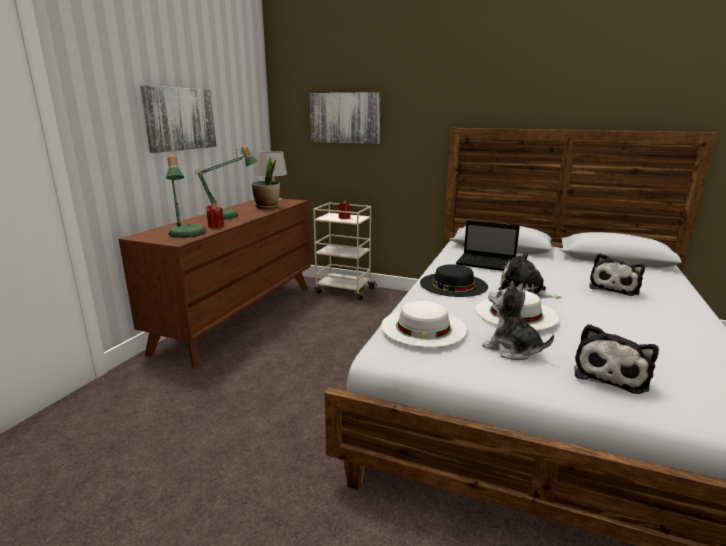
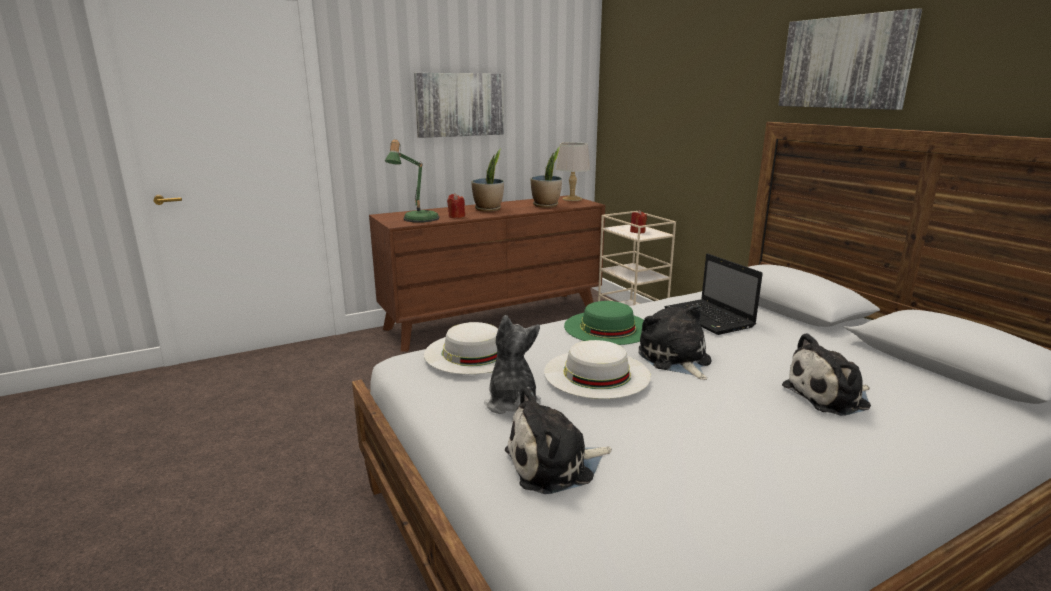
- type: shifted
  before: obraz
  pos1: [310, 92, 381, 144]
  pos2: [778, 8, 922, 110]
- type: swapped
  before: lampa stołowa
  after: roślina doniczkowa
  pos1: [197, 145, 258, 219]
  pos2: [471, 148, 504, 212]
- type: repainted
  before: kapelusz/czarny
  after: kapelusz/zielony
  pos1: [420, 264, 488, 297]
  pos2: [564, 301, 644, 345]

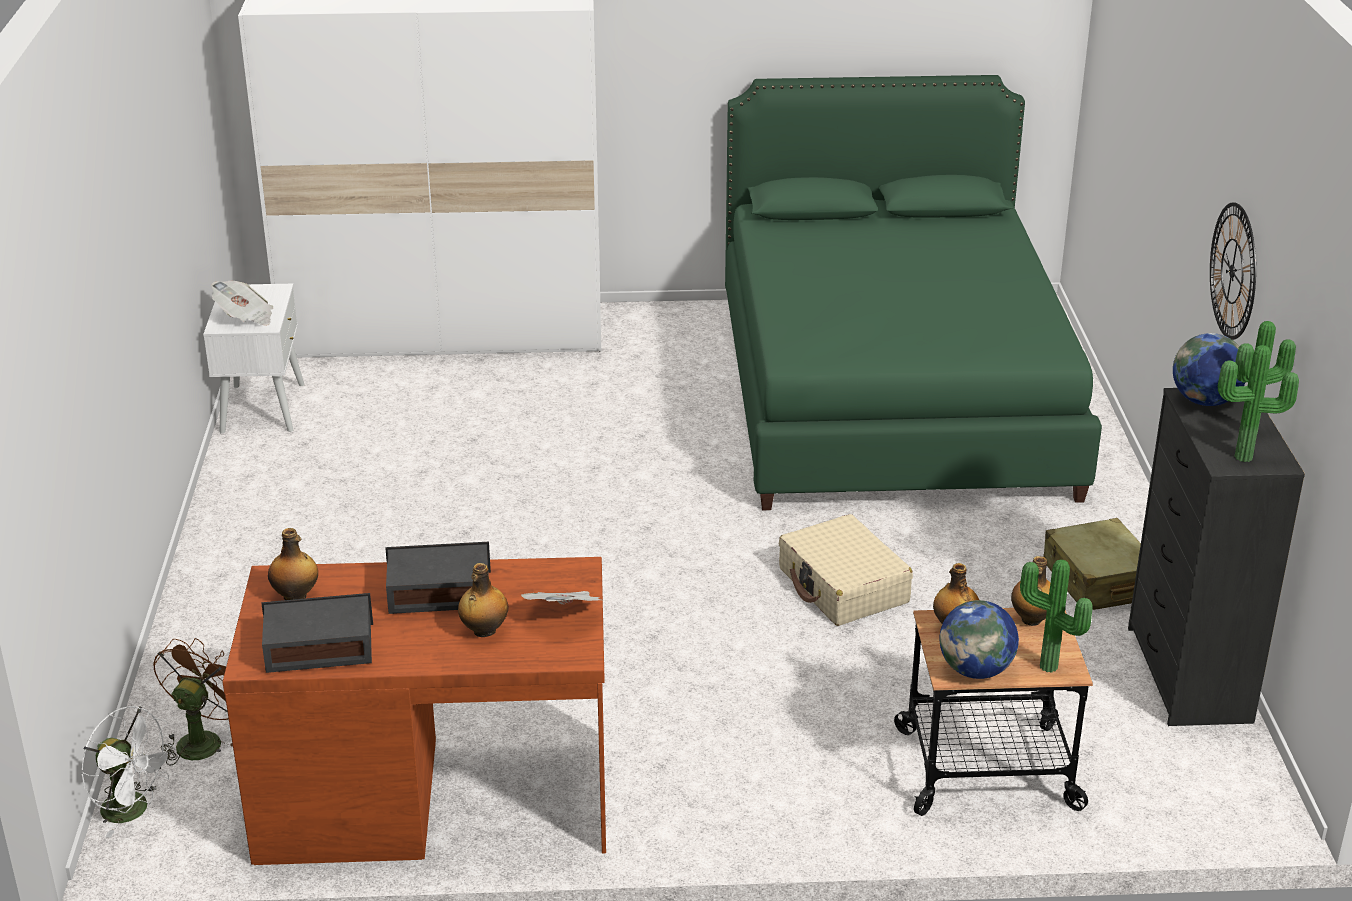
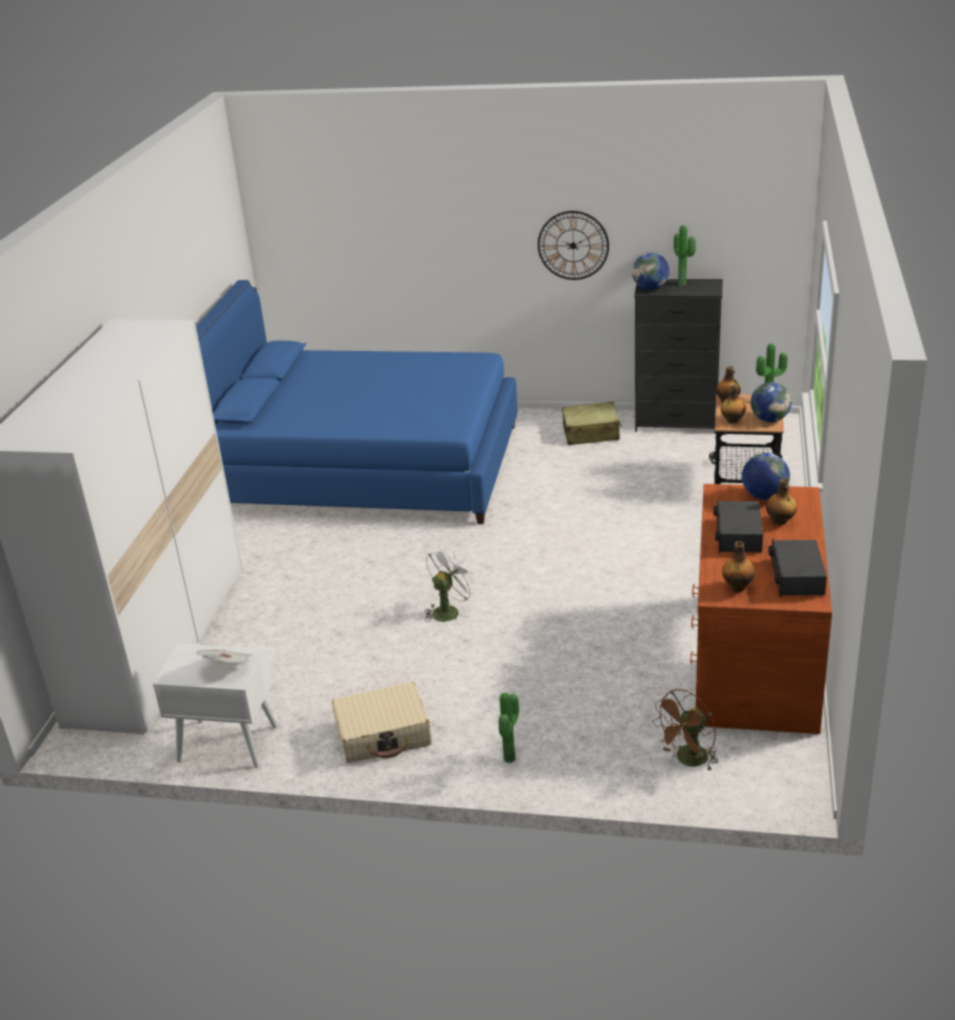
- type: shifted
  before: wentylator/biały
  pos1: [81, 706, 176, 838]
  pos2: [425, 547, 477, 622]
- type: shifted
  before: walizka/beżowy
  pos1: [779, 514, 913, 626]
  pos2: [332, 682, 432, 763]
- type: shifted
  before: roślina doniczkowa
  pos1: [1218, 345, 1299, 462]
  pos2: [499, 692, 519, 763]
- type: swapped
  before: gazeta
  after: globus
  pos1: [521, 591, 601, 605]
  pos2: [742, 453, 790, 500]
- type: repainted
  before: łóżko/zielony
  after: łóżko/niebieski
  pos1: [725, 75, 1102, 510]
  pos2: [196, 280, 518, 524]
- type: rotated
  before: wentylator/brązowy
  pos1: [153, 638, 233, 766]
  pos2: [652, 689, 718, 770]
  turn: -75

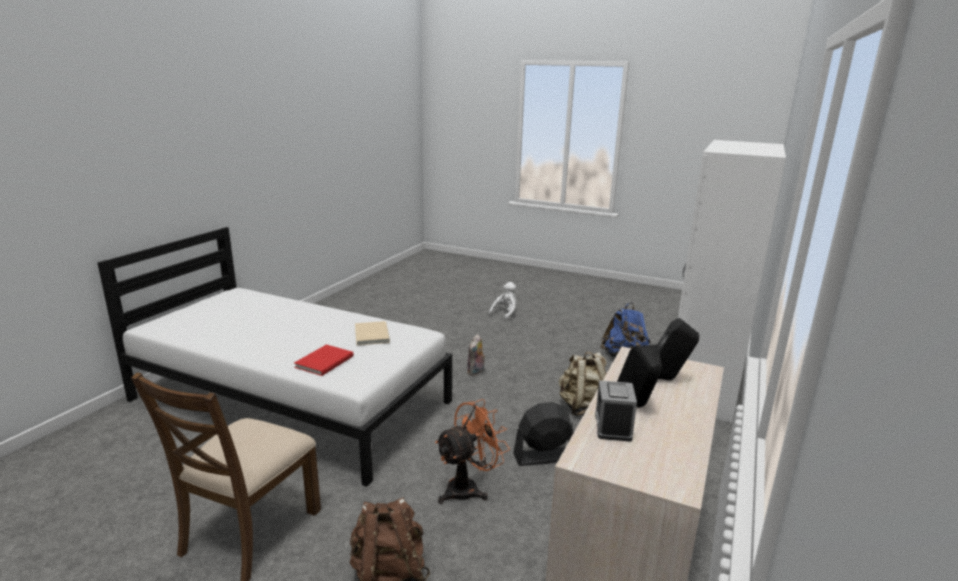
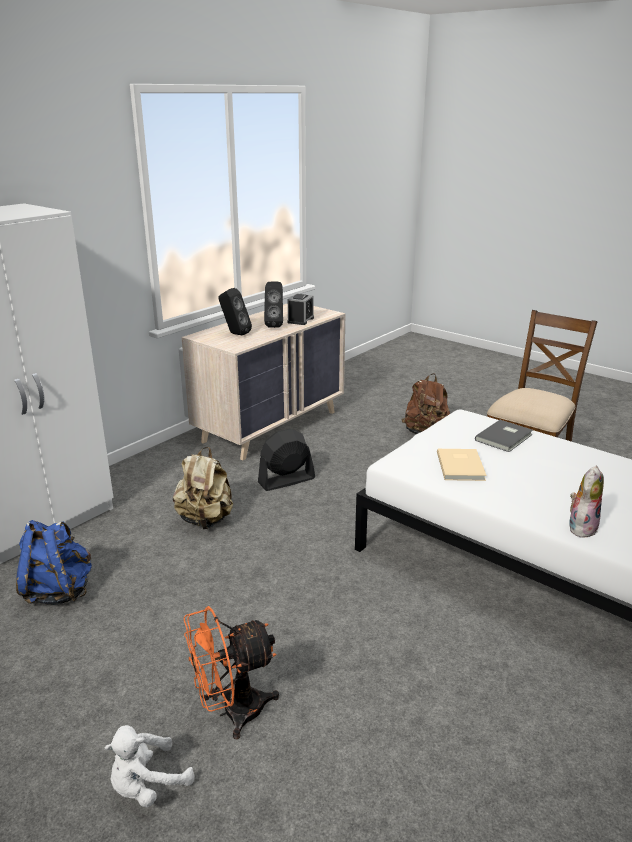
- type: shifted
  before: wentylator/pomarańczowy
  pos1: [435, 399, 510, 504]
  pos2: [184, 606, 279, 740]
- type: shifted
  before: pluszak
  pos1: [467, 334, 485, 376]
  pos2: [569, 466, 604, 538]
- type: repainted
  before: książka/czerwony
  after: książka/szary
  pos1: [294, 344, 354, 376]
  pos2: [475, 420, 533, 452]
- type: rotated
  before: wentylator/czarny
  pos1: [513, 402, 574, 466]
  pos2: [258, 429, 315, 491]
  turn: 150

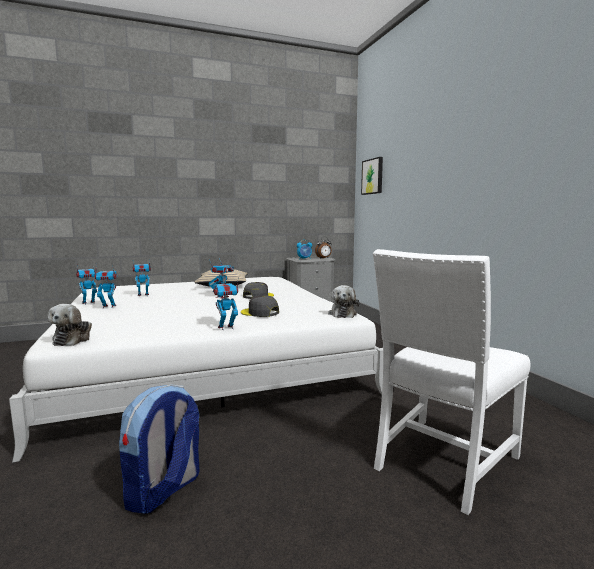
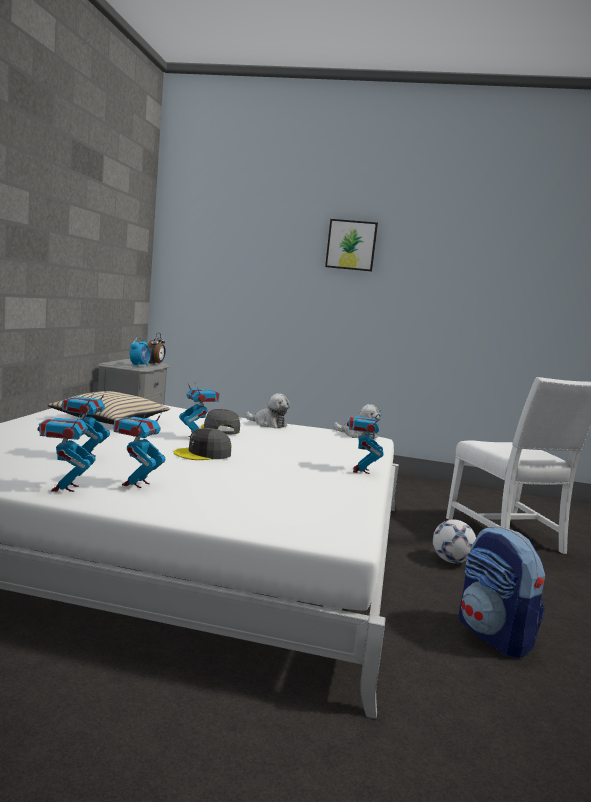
- type: new
  after: piłka futbolowa
  pos2: [433, 519, 476, 563]
- type: shifted
  before: pluszak
  pos1: [48, 304, 92, 346]
  pos2: [246, 393, 290, 428]
- type: shifted
  before: czapka z daszkiem/szary
  pos1: [241, 295, 279, 317]
  pos2: [174, 428, 231, 460]
- type: shifted
  before: obraz
  pos1: [361, 157, 383, 195]
  pos2: [325, 219, 378, 271]

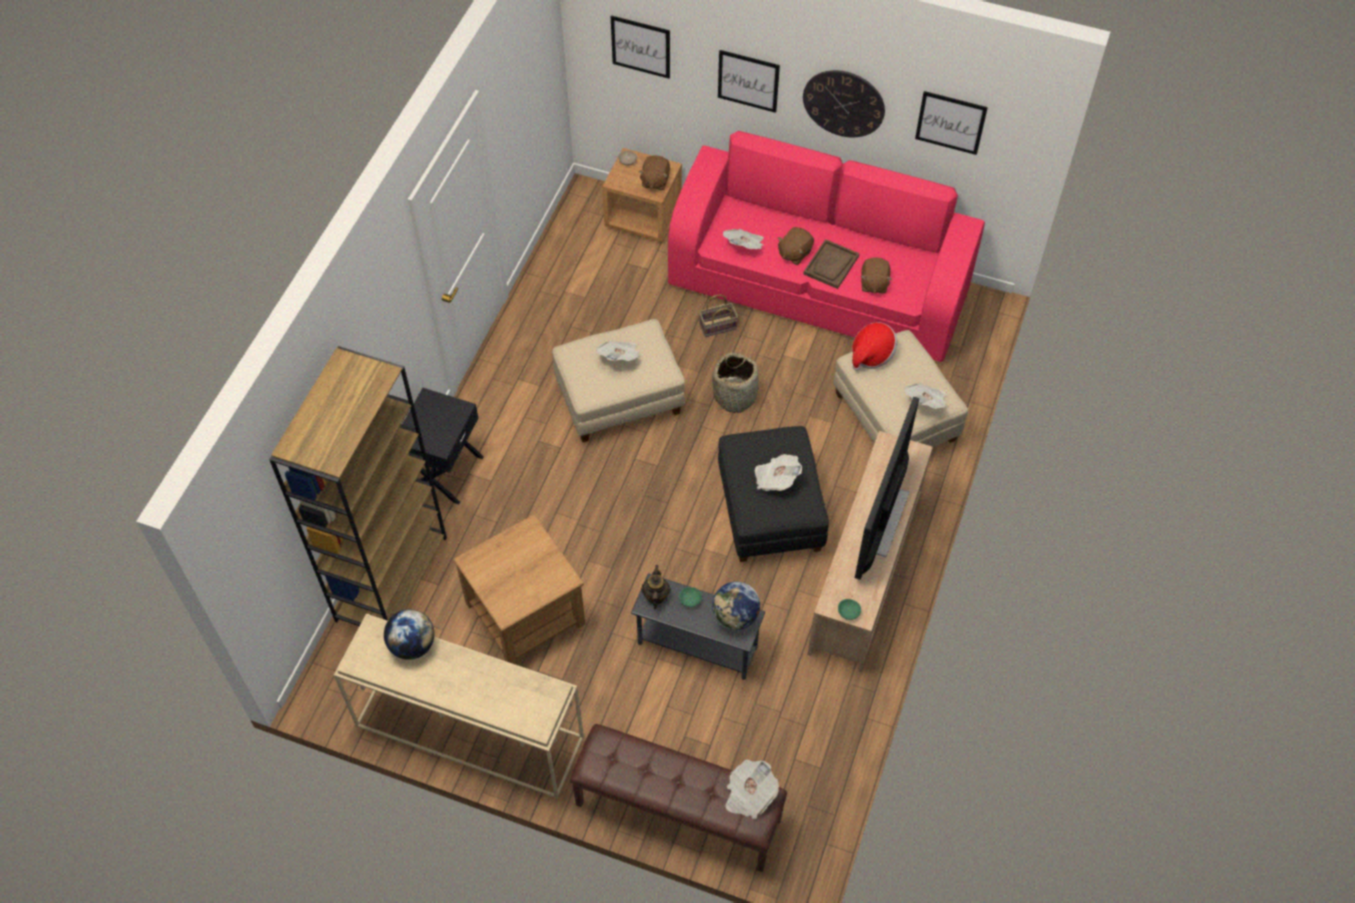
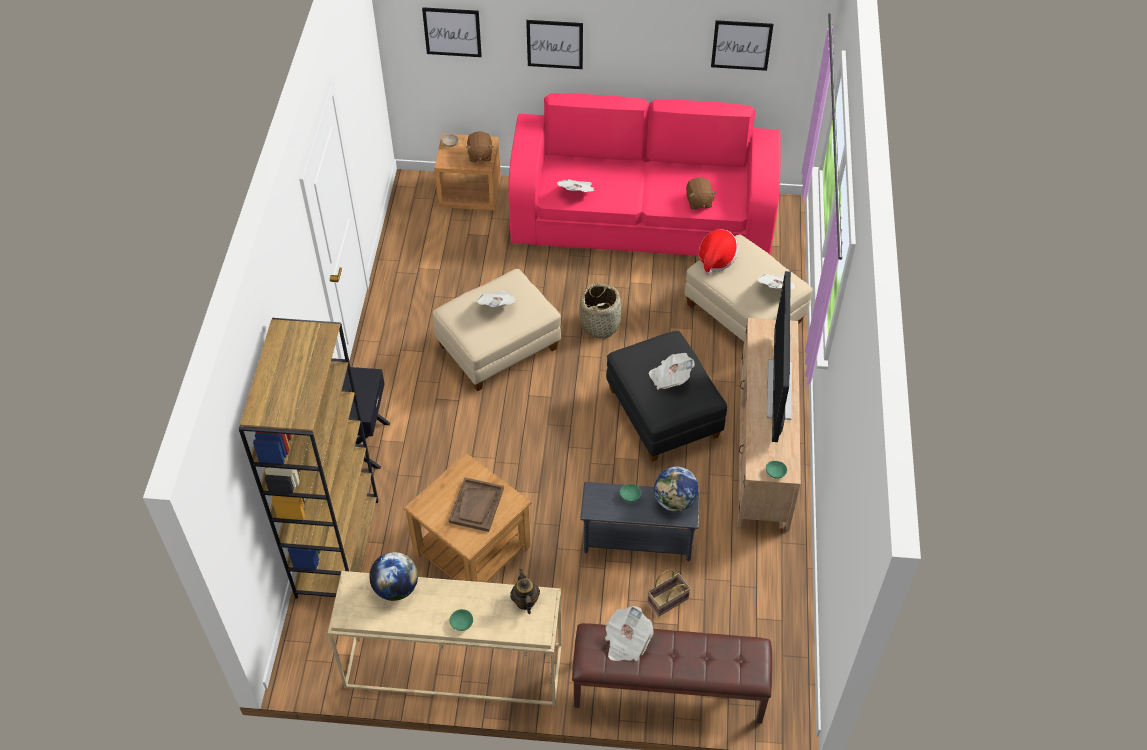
- type: gone
  before: pluszak/brązowy
  pos1: [778, 227, 814, 265]
- type: gone
  before: zegar ścienny
  pos1: [803, 70, 885, 137]
- type: new
  after: miska/zielony
  pos2: [449, 609, 473, 631]
- type: shifted
  before: imbryk
  pos1: [641, 565, 671, 609]
  pos2: [510, 569, 540, 614]
- type: shifted
  before: koszyk
  pos1: [699, 294, 738, 337]
  pos2: [647, 569, 691, 616]
- type: shifted
  before: gazeta
  pos1: [725, 760, 779, 819]
  pos2: [605, 606, 654, 661]
- type: shifted
  before: taca/brązowy
  pos1: [804, 239, 859, 289]
  pos2: [449, 477, 504, 532]

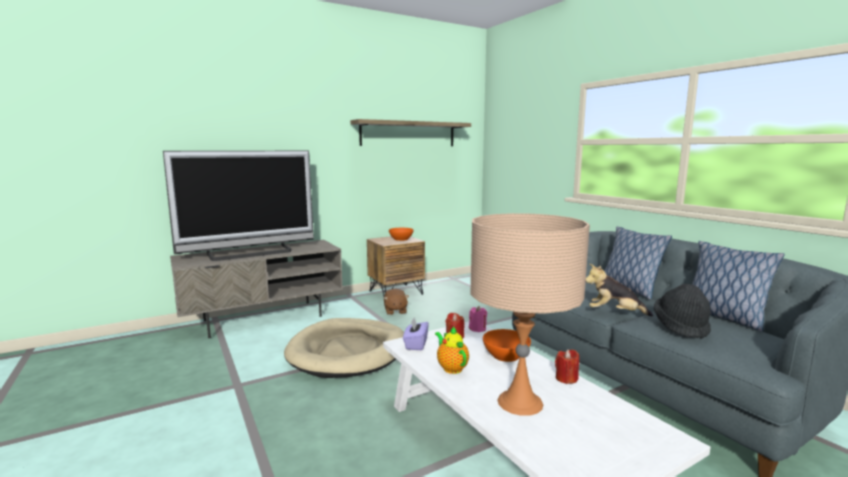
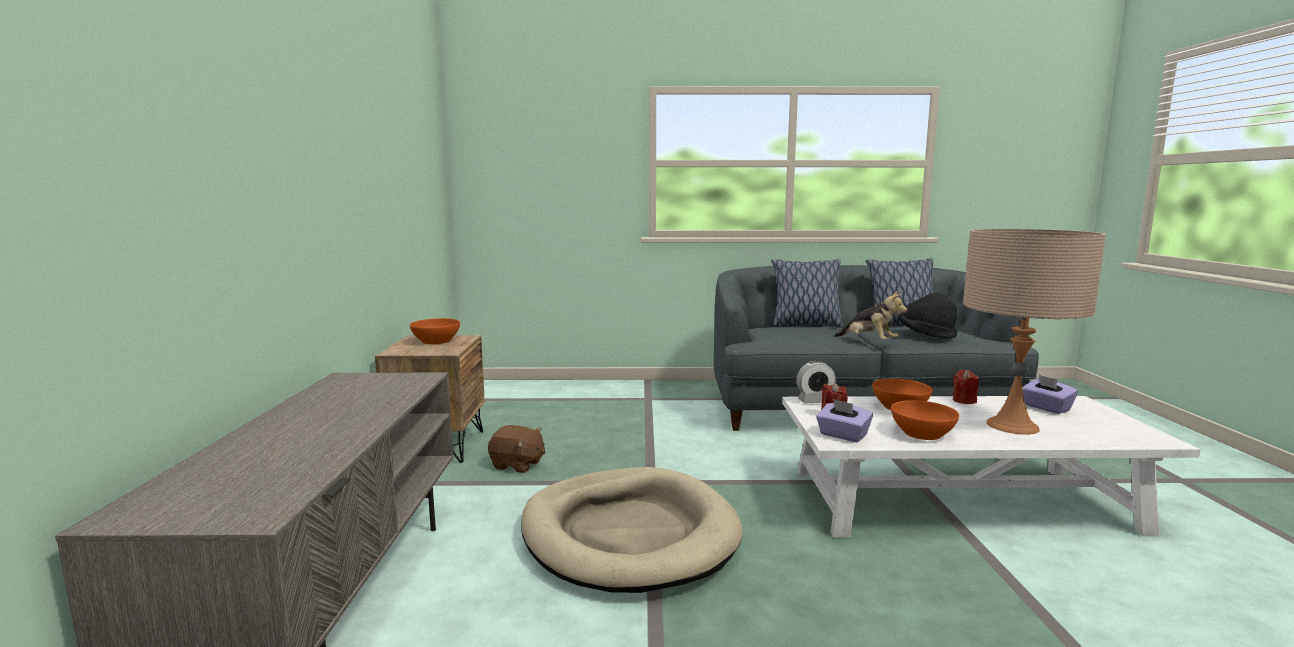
- type: gone
  before: telewizor
  pos1: [163, 151, 314, 261]
- type: gone
  before: półka
  pos1: [350, 119, 471, 146]
- type: new
  after: pudełko chusteczek/fioletowy
  pos2: [1023, 375, 1078, 414]
- type: swapped
  before: imbryk
  after: miska/pomarańczowy
  pos1: [435, 326, 469, 374]
  pos2: [891, 400, 959, 440]
- type: swapped
  before: świeca/różowy
  after: budzik
  pos1: [469, 306, 487, 332]
  pos2: [797, 361, 836, 403]
- type: rotated
  before: pluszak
  pos1: [586, 264, 653, 317]
  pos2: [834, 291, 907, 340]
  turn: -90

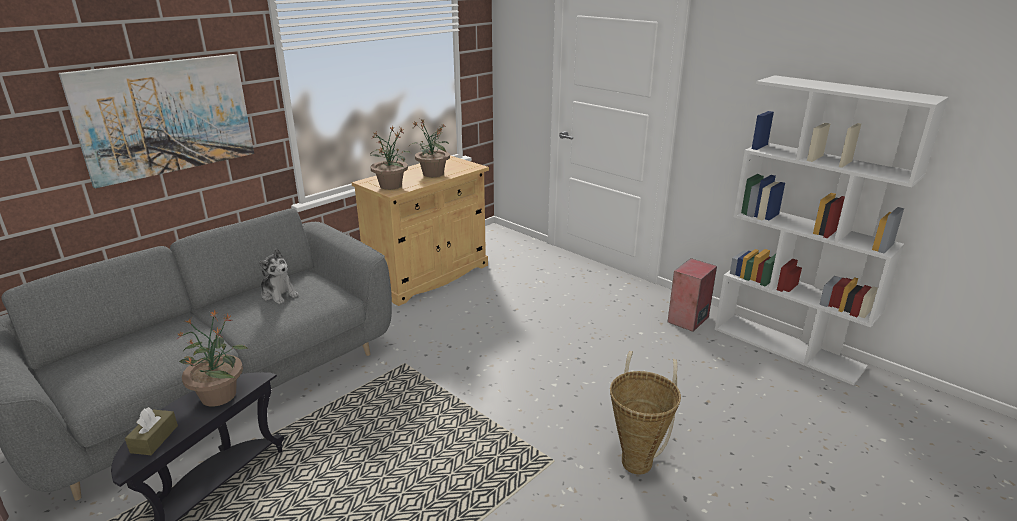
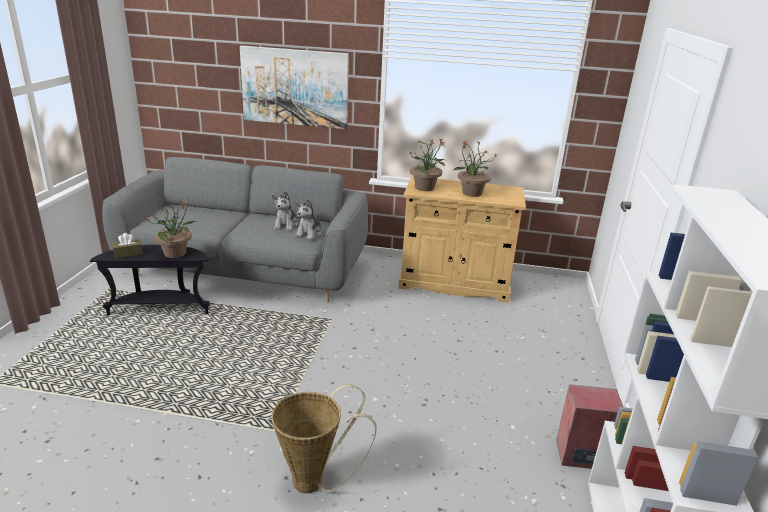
- type: new
  after: pluszak
  pos2: [295, 199, 322, 240]

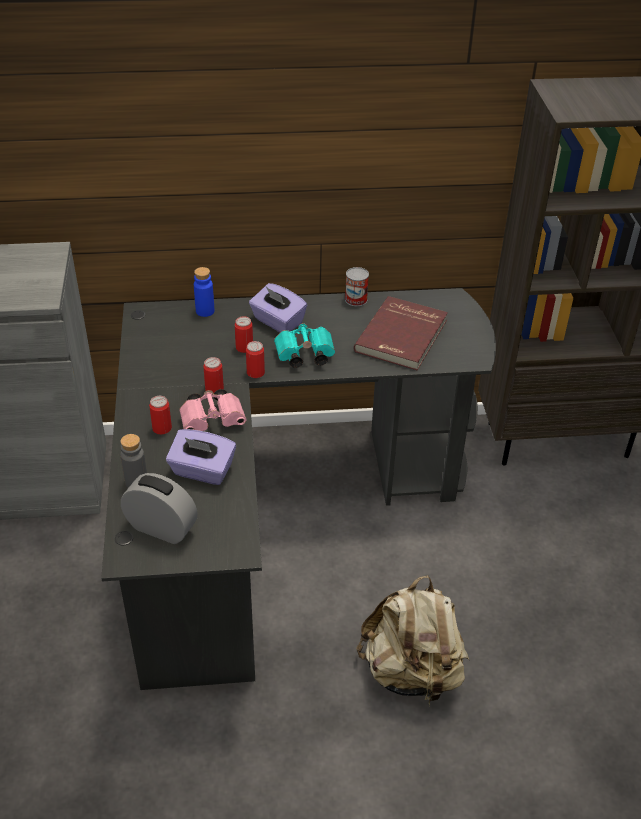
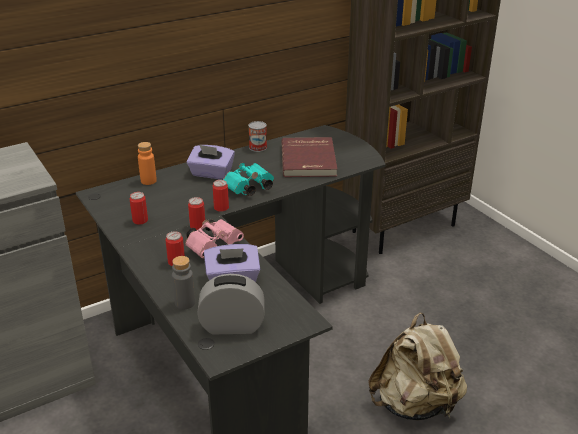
- type: shifted
  before: puszka
  pos1: [235, 316, 253, 353]
  pos2: [130, 192, 148, 225]
- type: repainted
  before: butelka/niebieski
  after: butelka/pomarańczowy
  pos1: [194, 267, 214, 317]
  pos2: [138, 142, 157, 185]

